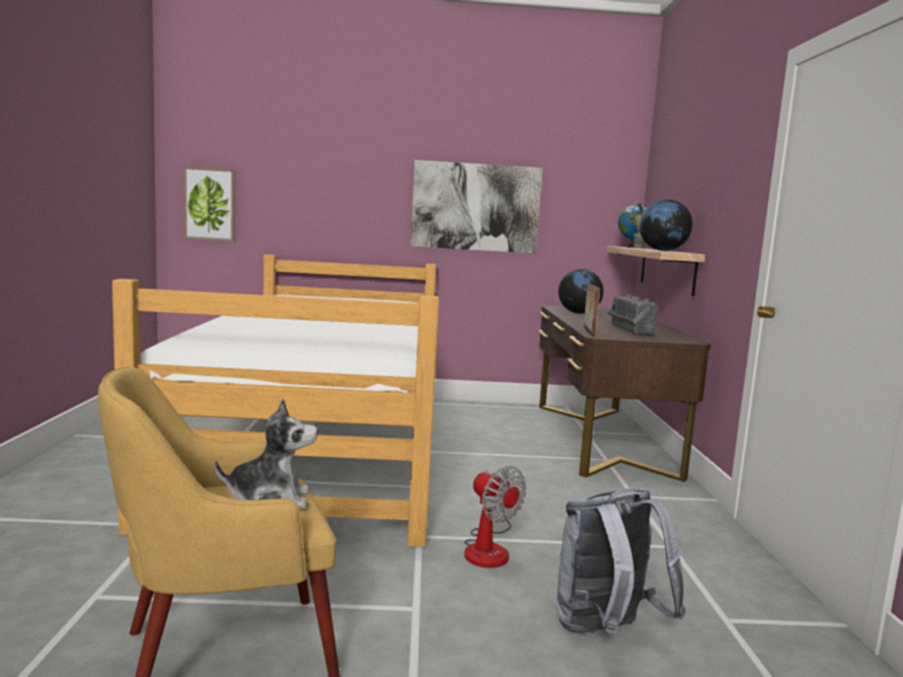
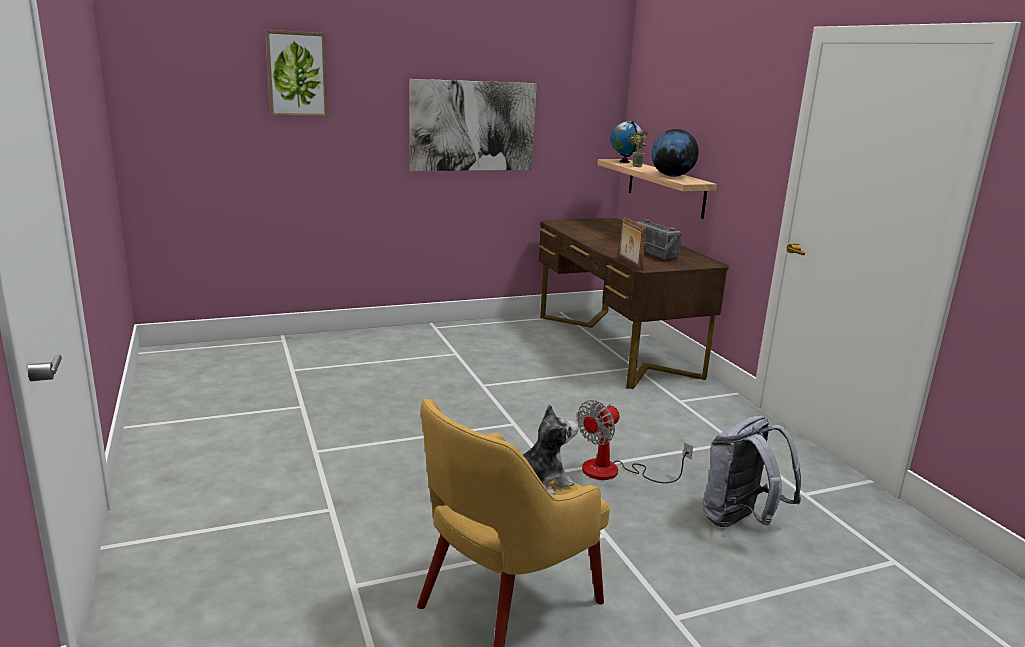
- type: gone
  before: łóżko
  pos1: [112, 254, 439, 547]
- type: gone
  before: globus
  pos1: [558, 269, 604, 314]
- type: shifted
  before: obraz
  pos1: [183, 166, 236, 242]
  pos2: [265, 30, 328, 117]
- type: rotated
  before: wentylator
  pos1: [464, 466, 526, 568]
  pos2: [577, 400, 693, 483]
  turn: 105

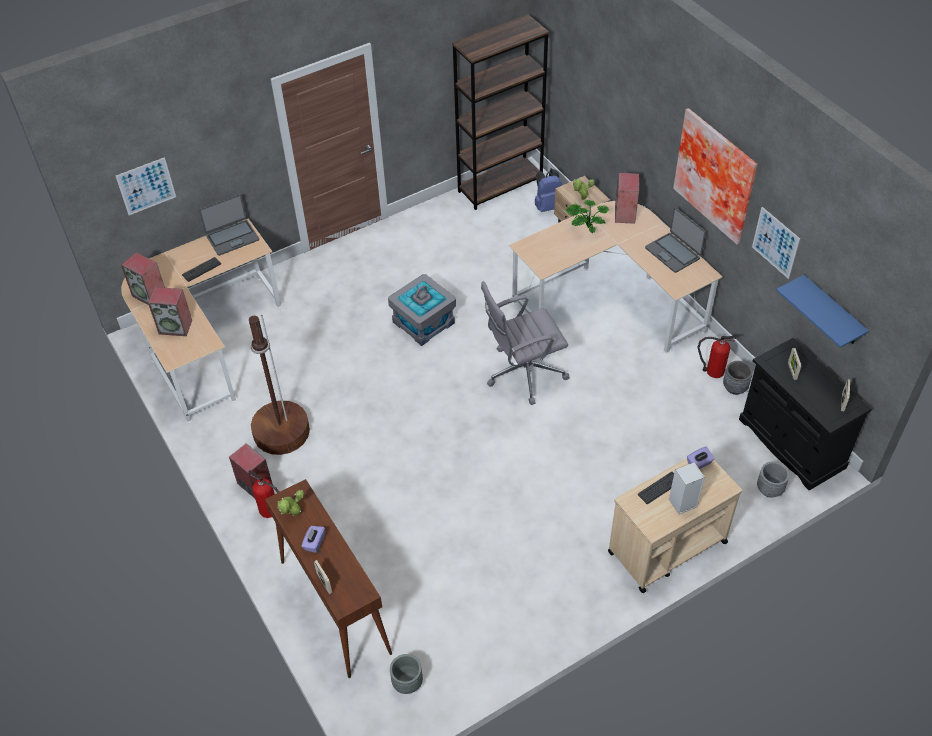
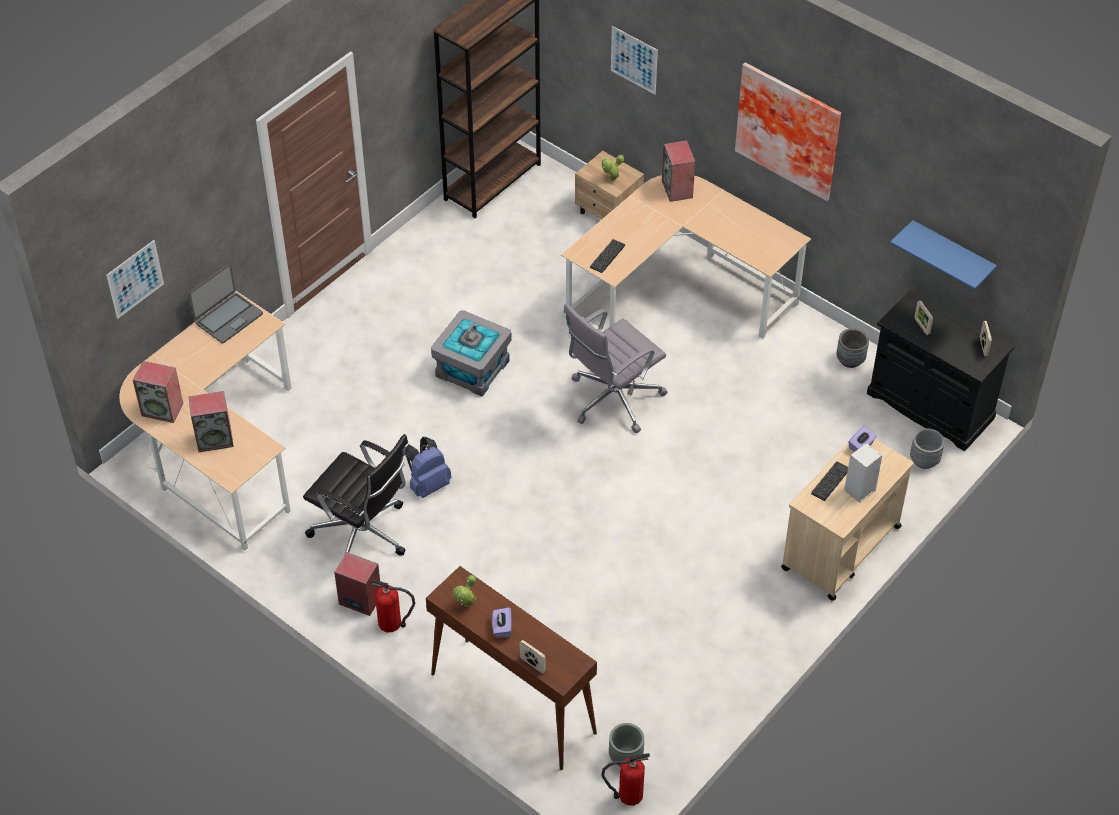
- type: gone
  before: roślina doniczkowa
  pos1: [566, 200, 609, 233]
- type: gone
  before: laptop
  pos1: [645, 207, 706, 273]
- type: shifted
  before: klawiatura
  pos1: [182, 257, 221, 282]
  pos2: [590, 239, 625, 273]
- type: shifted
  before: plecak/niebieski
  pos1: [535, 169, 562, 212]
  pos2: [405, 437, 451, 498]
- type: shifted
  before: gaśnica
  pos1: [697, 336, 736, 378]
  pos2: [601, 753, 650, 806]
- type: shifted
  before: obraz
  pos1: [752, 207, 800, 279]
  pos2: [611, 26, 658, 94]
- type: swapped
  before: lampa stojąca/brązowy
  after: krzesło biurowe/czarny
  pos1: [249, 315, 310, 455]
  pos2: [303, 434, 408, 556]

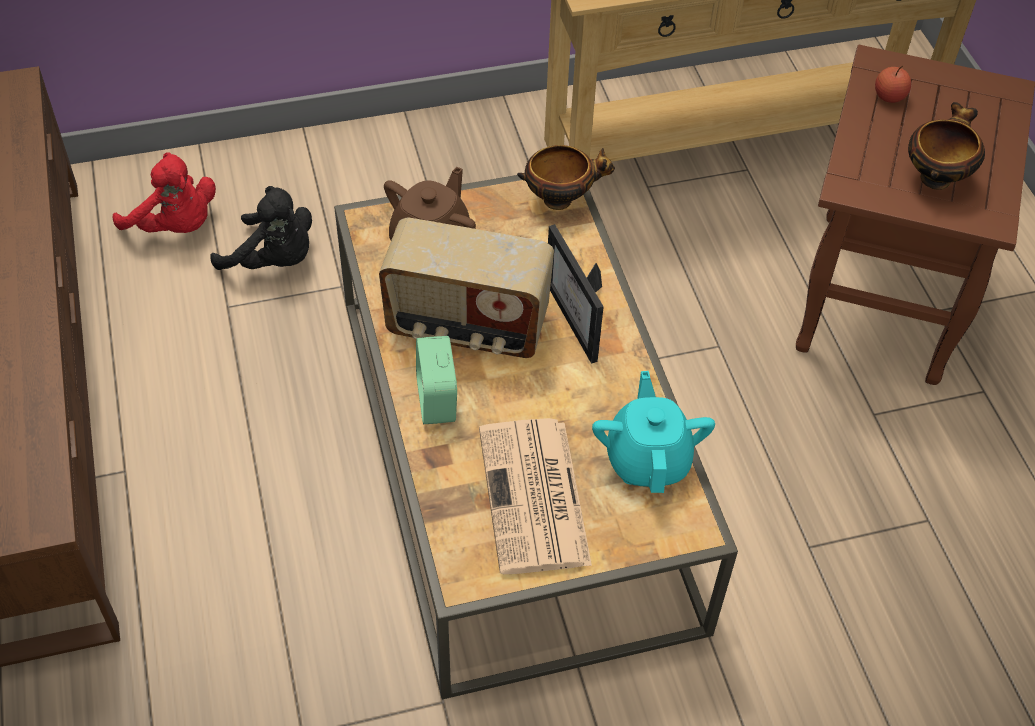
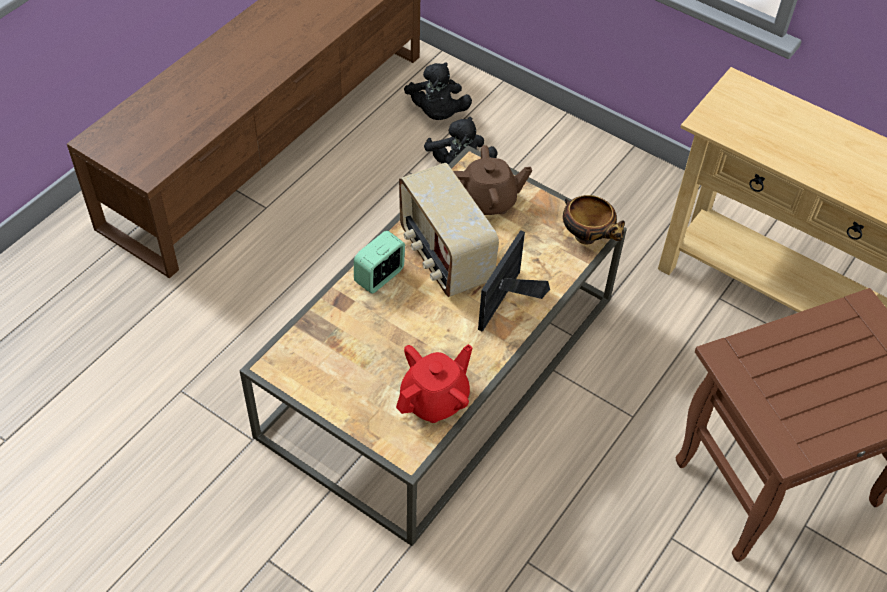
- type: gone
  before: gazeta
  pos1: [479, 418, 592, 574]
- type: gone
  before: jabłko
  pos1: [875, 65, 911, 103]
- type: gone
  before: miska
  pos1: [908, 102, 985, 190]
- type: repainted
  before: pluszak/czerwony
  after: pluszak/czarny
  pos1: [113, 152, 216, 233]
  pos2: [404, 62, 472, 120]
- type: repainted
  before: imbryk/turkusowy
  after: imbryk/czerwony
  pos1: [592, 371, 715, 493]
  pos2: [396, 344, 473, 423]

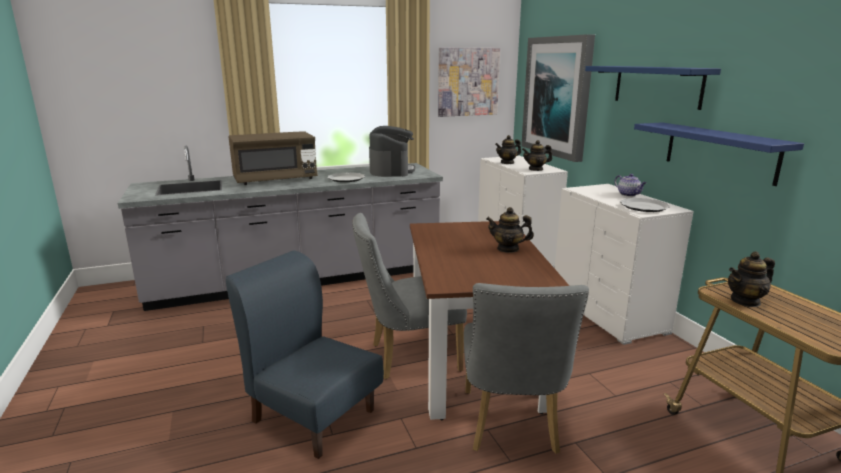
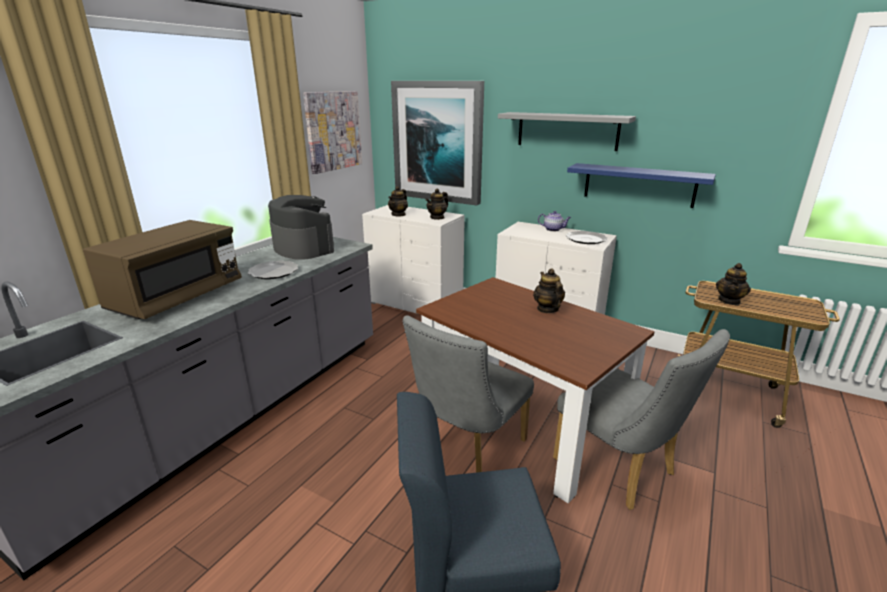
- type: repainted
  before: półka/niebieski
  after: półka/szary
  pos1: [585, 66, 721, 110]
  pos2: [498, 112, 636, 151]
- type: rotated
  before: imbryk
  pos1: [486, 207, 534, 253]
  pos2: [533, 268, 565, 313]
  turn: 105

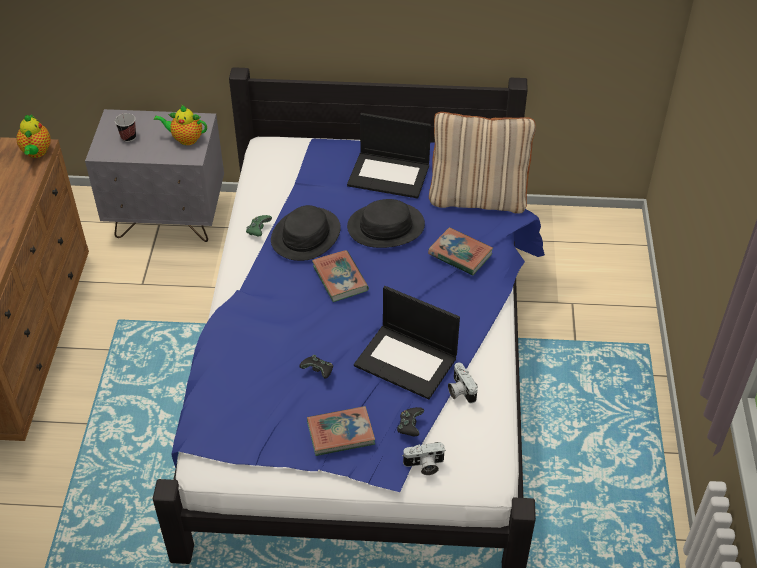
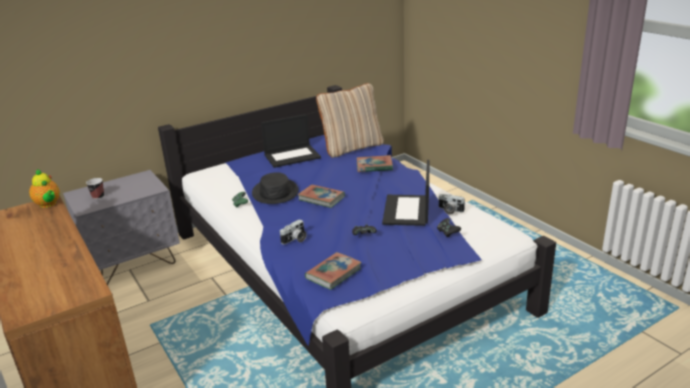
- type: gone
  before: imbryk
  pos1: [154, 105, 207, 145]
- type: gone
  before: kapelusz/czarny
  pos1: [347, 199, 425, 248]
- type: shifted
  before: książka
  pos1: [307, 406, 375, 456]
  pos2: [305, 252, 362, 290]
- type: shifted
  before: aparat fotograficzny
  pos1: [402, 442, 446, 475]
  pos2: [280, 220, 306, 244]
- type: rotated
  before: laptop
  pos1: [354, 286, 460, 400]
  pos2: [382, 160, 430, 226]
  turn: 105

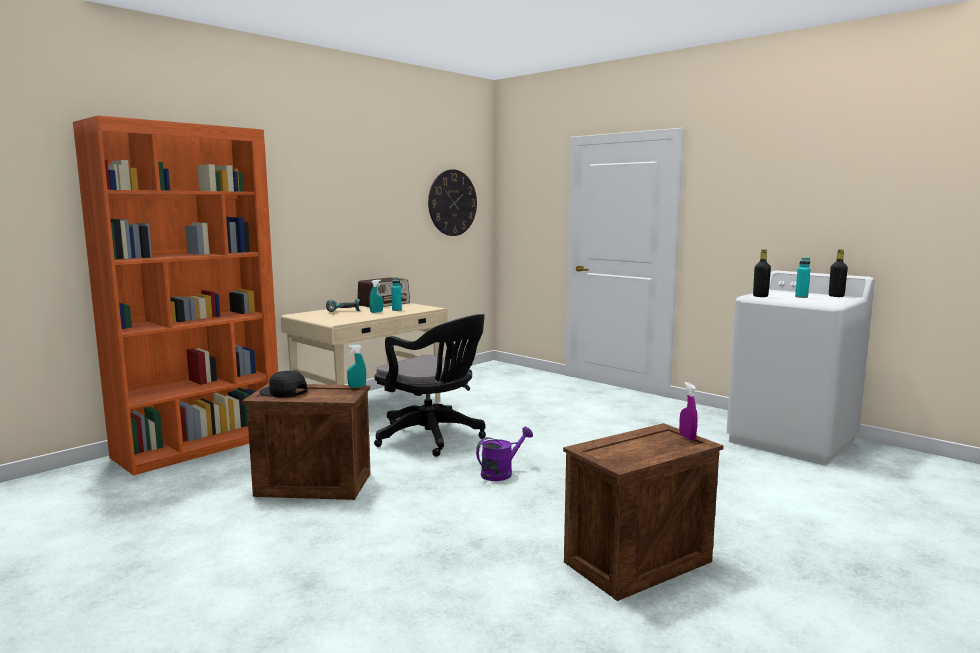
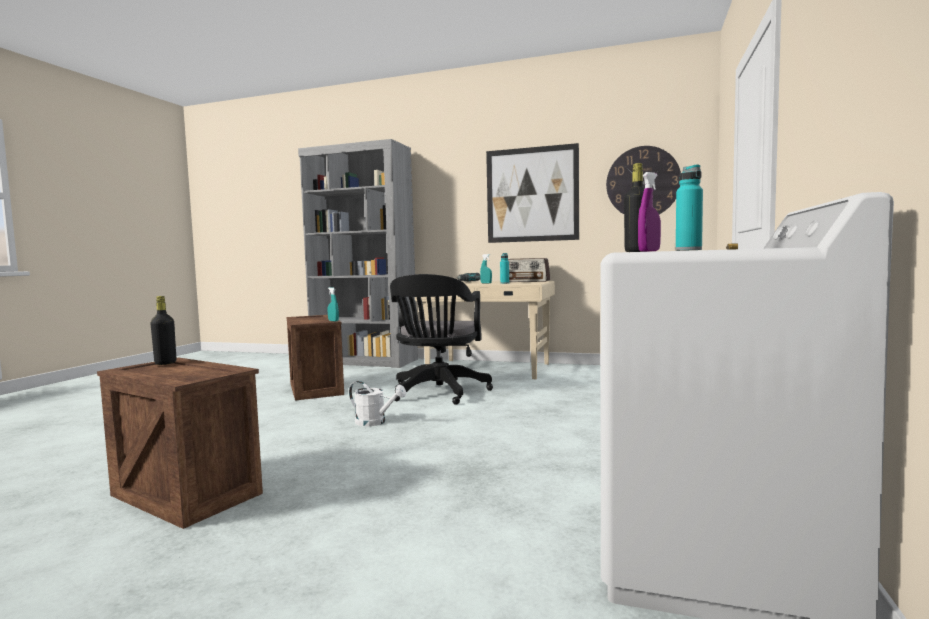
- type: gone
  before: czapka z daszkiem/czarny
  pos1: [260, 371, 307, 397]
- type: new
  after: obraz
  pos2: [486, 143, 579, 243]
- type: shifted
  before: spryskiwacz/fioletowy
  pos1: [679, 382, 697, 440]
  pos2: [638, 172, 661, 252]
- type: shifted
  before: butelka/czarny
  pos1: [829, 249, 848, 297]
  pos2: [150, 296, 176, 365]
- type: repainted
  before: regał/pomarańczowy
  after: regał/szary
  pos1: [73, 115, 278, 475]
  pos2: [298, 139, 418, 368]
- type: repainted
  before: konewka/fioletowy
  after: konewka/biały
  pos1: [476, 427, 533, 481]
  pos2: [349, 381, 406, 426]

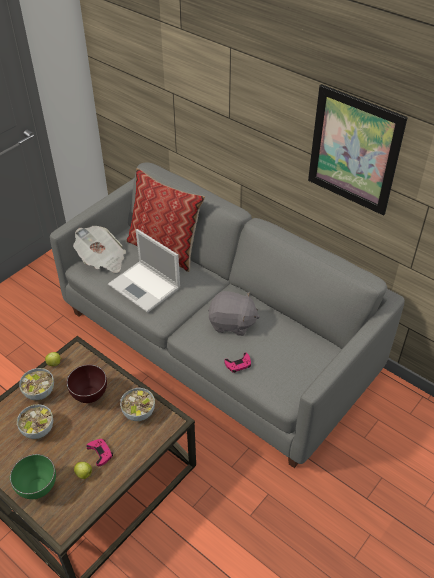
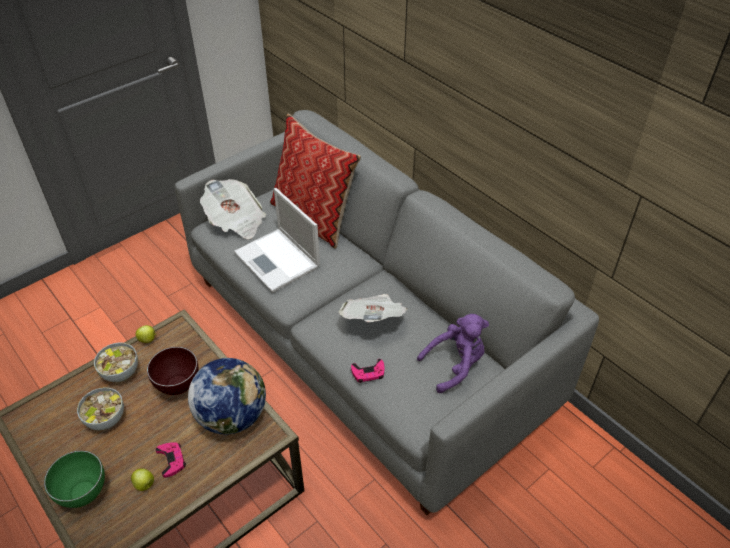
- type: gone
  before: obraz
  pos1: [308, 84, 408, 216]
- type: new
  after: pluszak/fioletowy
  pos2: [417, 314, 489, 393]
- type: swapped
  before: miska
  after: globus
  pos1: [120, 388, 155, 421]
  pos2: [188, 358, 266, 435]
- type: swapped
  before: pluszak/szary
  after: gazeta
  pos1: [208, 291, 260, 336]
  pos2: [338, 294, 408, 322]

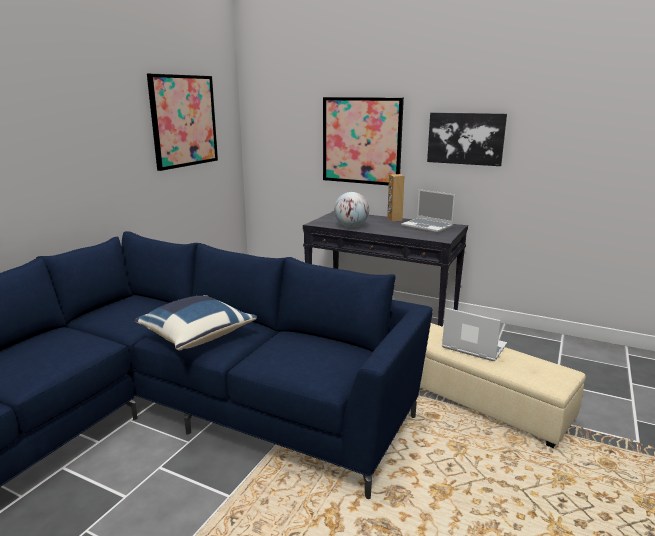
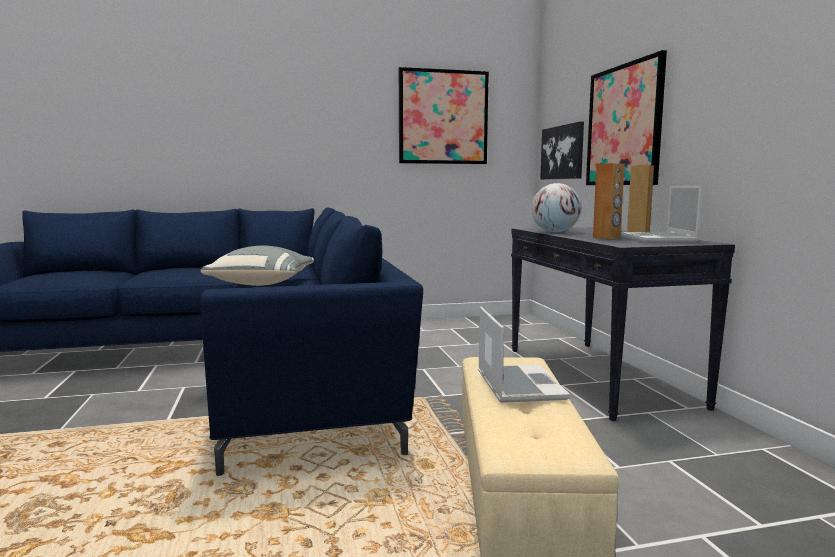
- type: new
  after: głośnik/brązowy
  pos2: [593, 163, 625, 239]
- type: shifted
  before: obraz
  pos1: [427, 112, 507, 166]
  pos2: [540, 121, 584, 180]
- type: repainted
  before: poduszka/niebieski
  after: poduszka/szary
  pos1: [134, 295, 257, 350]
  pos2: [200, 246, 314, 286]

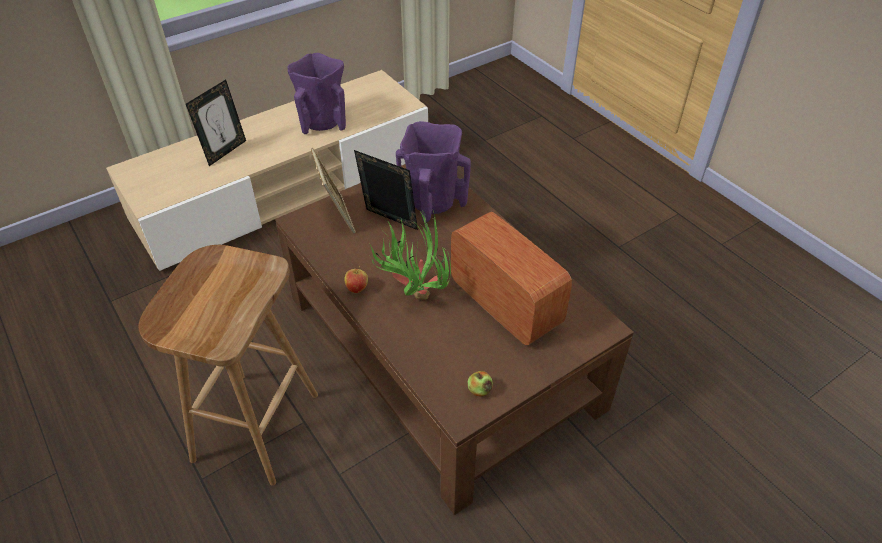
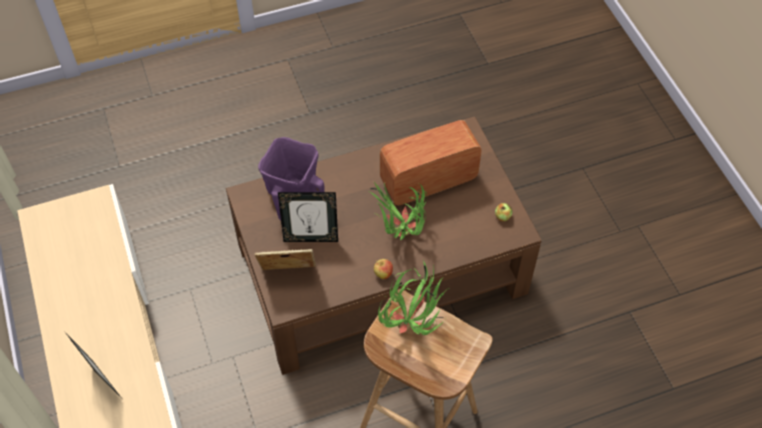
- type: gone
  before: wazon/fioletowy
  pos1: [288, 53, 346, 134]
- type: new
  after: roślina doniczkowa
  pos2: [378, 259, 450, 335]
- type: rotated
  before: ramka na zdjęcie
  pos1: [354, 150, 418, 230]
  pos2: [278, 192, 338, 242]
  turn: -135

